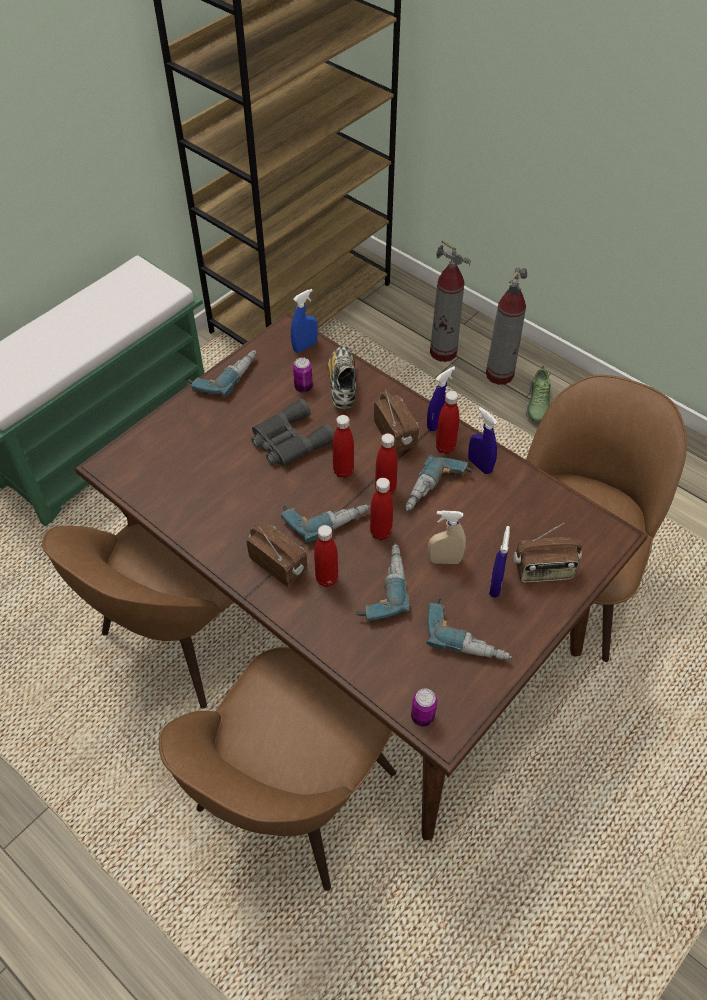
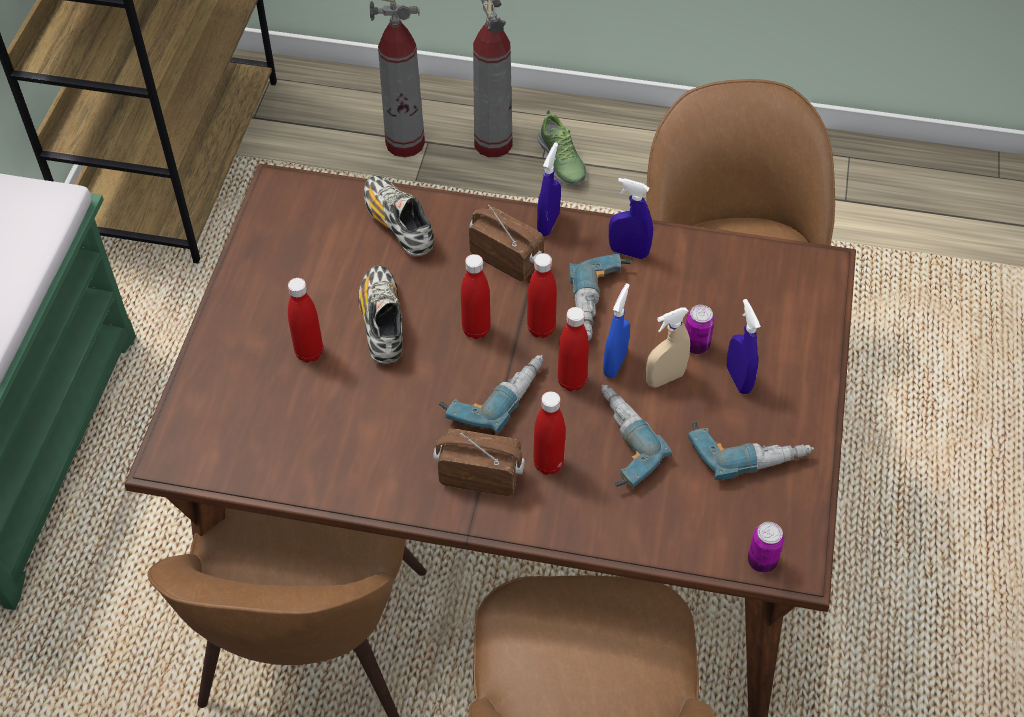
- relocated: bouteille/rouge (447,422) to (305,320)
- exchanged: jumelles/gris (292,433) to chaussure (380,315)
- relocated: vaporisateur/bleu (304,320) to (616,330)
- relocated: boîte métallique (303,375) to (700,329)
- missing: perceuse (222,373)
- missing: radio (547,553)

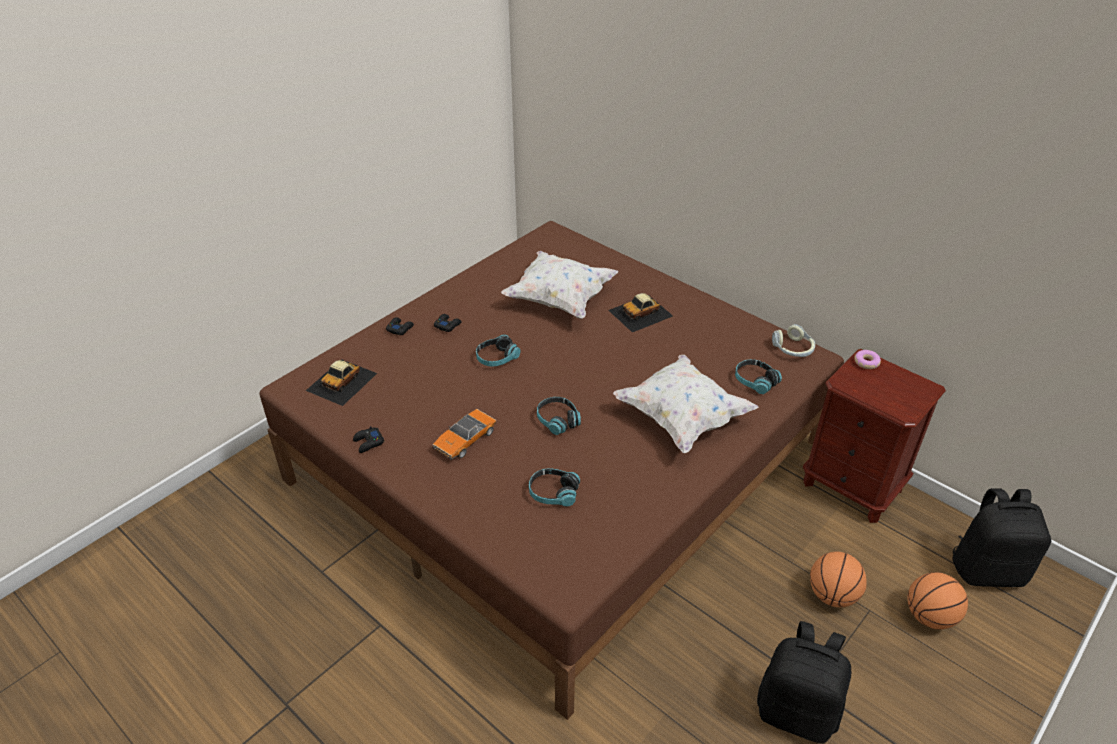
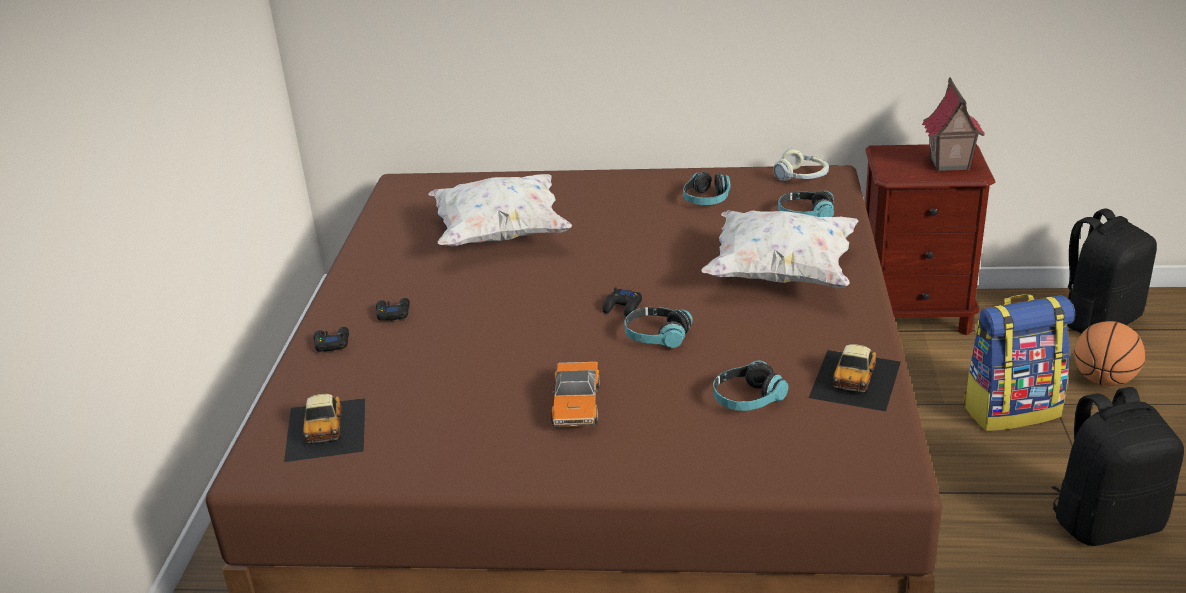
- relocated: manette/noir (368,439) to (622,302)
- relocated: casque audio (498,351) to (706,188)
- relocated: petite voiture (640,312) to (855,377)
- appeared: maison miniature (953,124)
- exchanged: ballon de basket (838,579) to sac à dos (1019,362)
- missing: beignet (867,359)

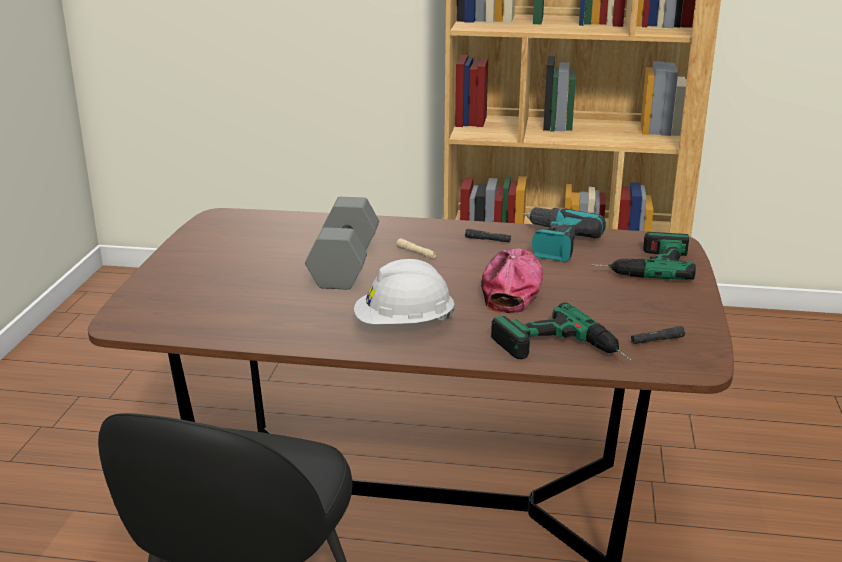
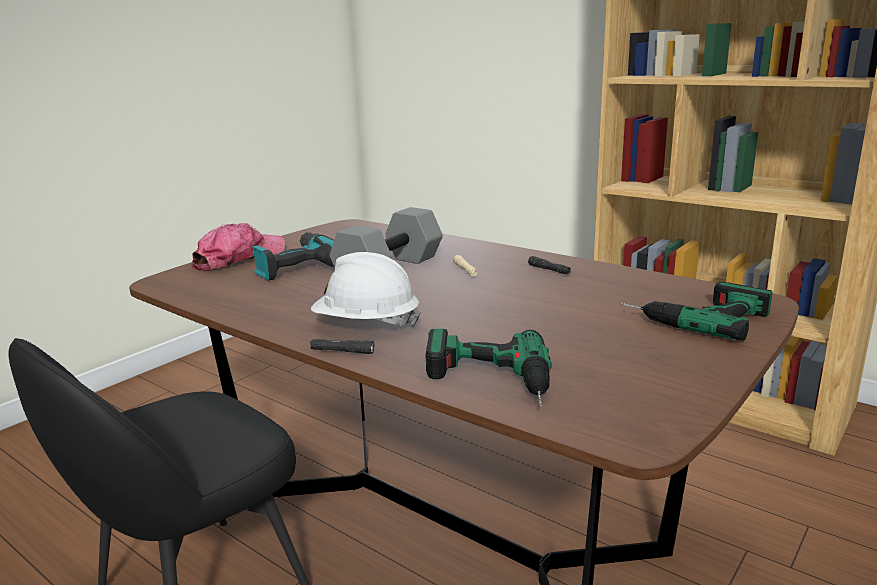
- relocated: casquette (512,280) to (238,247)
- relocated: perceuse (564,234) to (292,256)
- relocated: lampe de poche/noir (658,335) to (342,346)

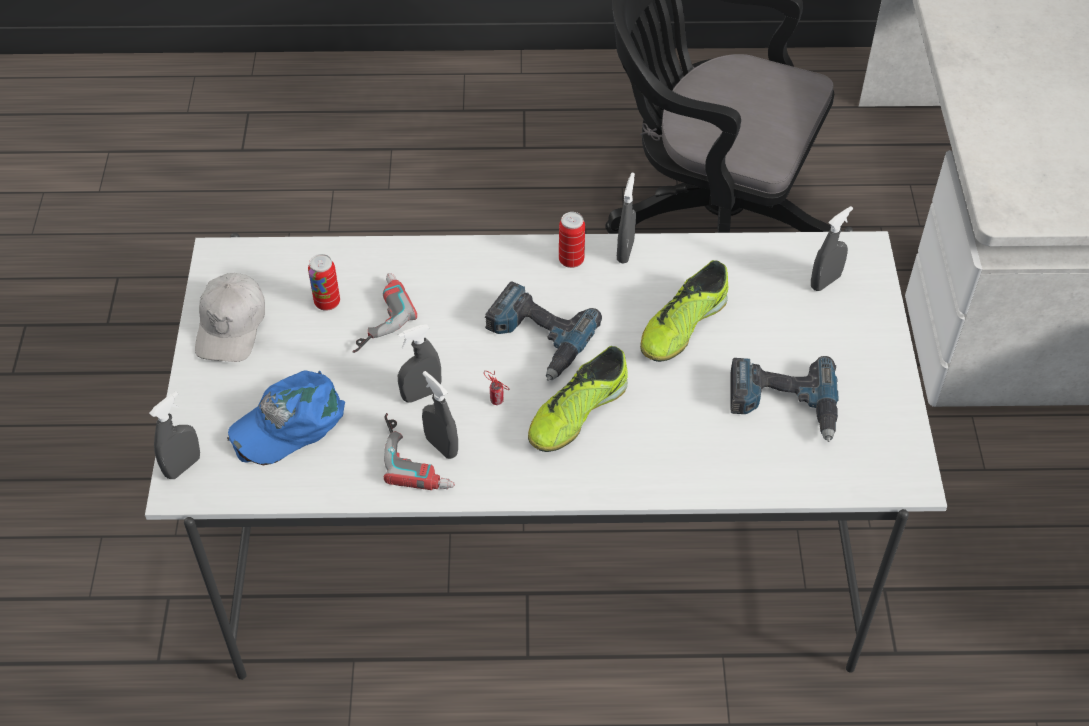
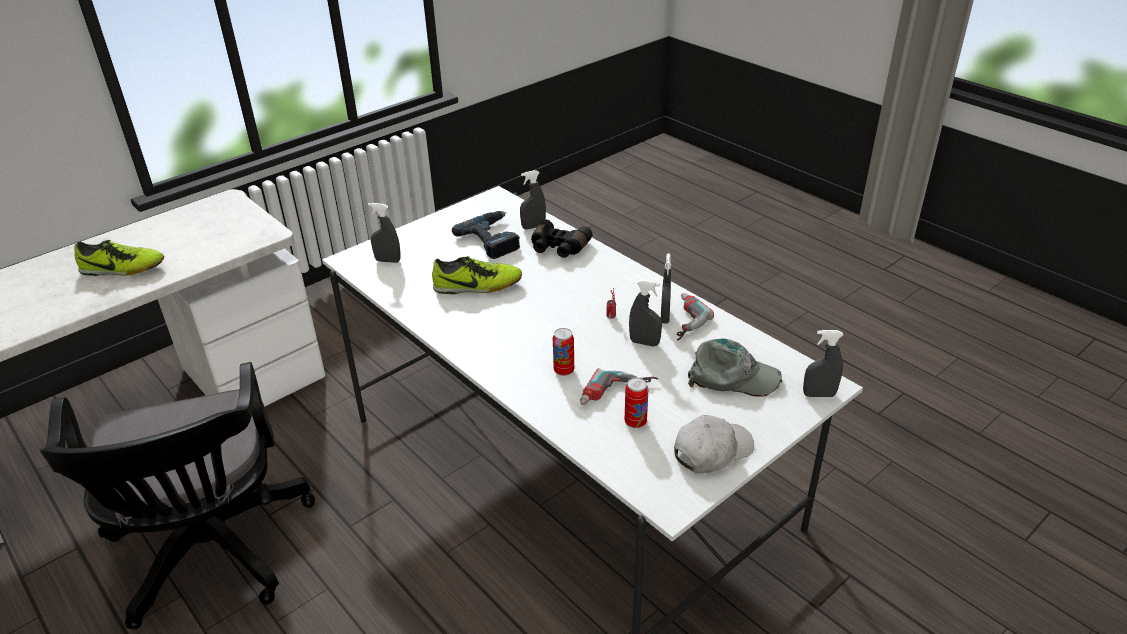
- relocated: chaussure (578,399) to (119,258)
- relocated: vaporisateur/gris (626,218) to (533,200)
- appeared: jumelles/noir (562,238)
- relocated: boîte métallique (572,240) to (563,352)
- colour: casquette/bleu (286,417) to casquette/gris (735,368)
- missing: perceuse (543,331)

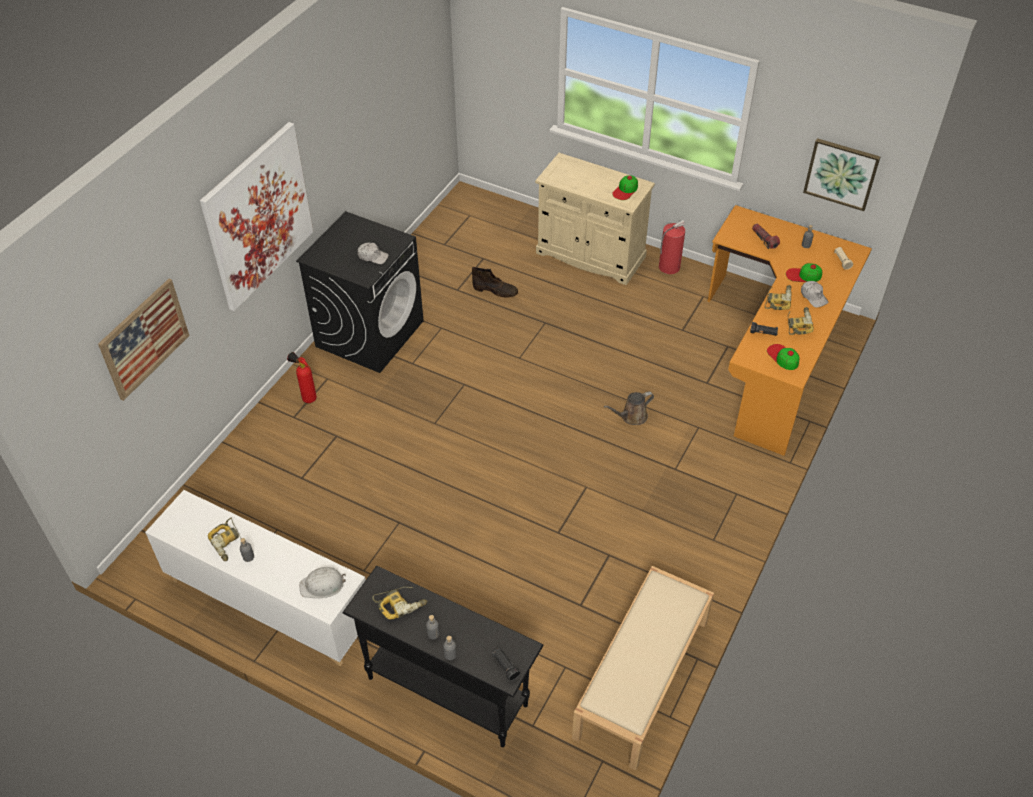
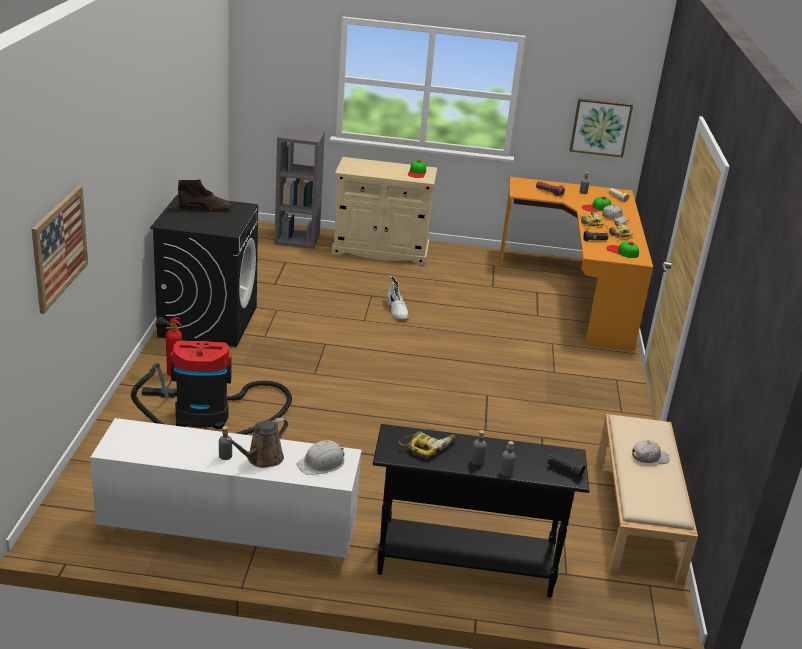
- appeared: aspirateur (211,388)
- relocated: botte/marron (495,282) to (205,195)
- relocated: arrosoir/marron (629,408) to (256,443)
- appeared: bibliothèque/gris (300,188)
- appeared: botte/blanc (398,297)
- relocated: casquette/blanc (372,253) to (651,452)
- missing: tableau (256,216)
- missing: perceuse (224,539)
- missing: extincteur (672,247)

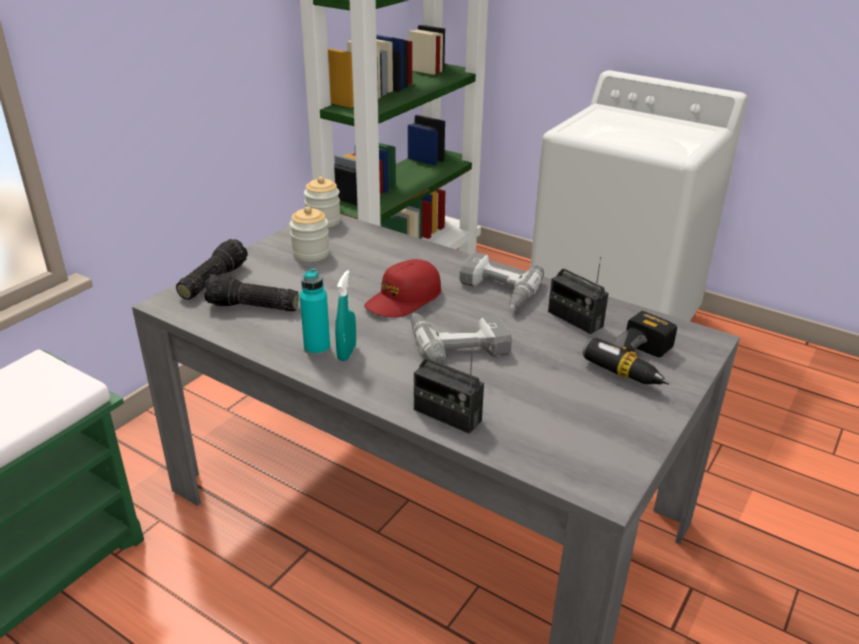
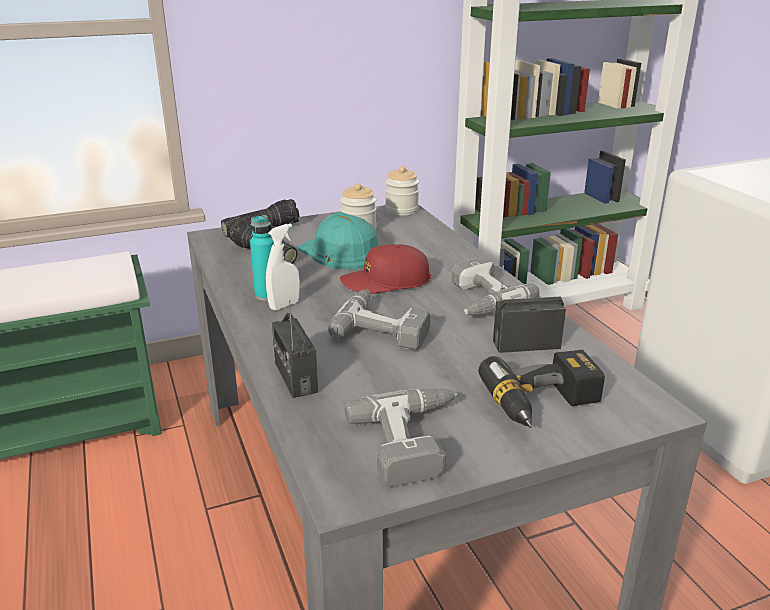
- colour: vaporisateur/turquoise (345,315) to vaporisateur/blanc (283,266)
- appeared: casque de chantier/turquoise (338,240)
- appeared: perceuse (401,438)
- spun: radio (578,295) = (529,304) 90 degrees clockwise

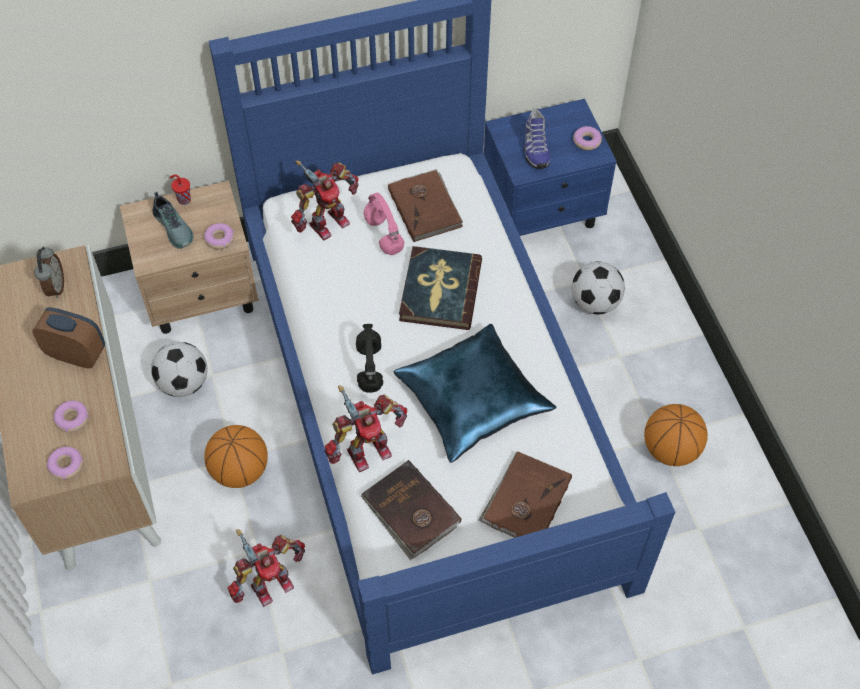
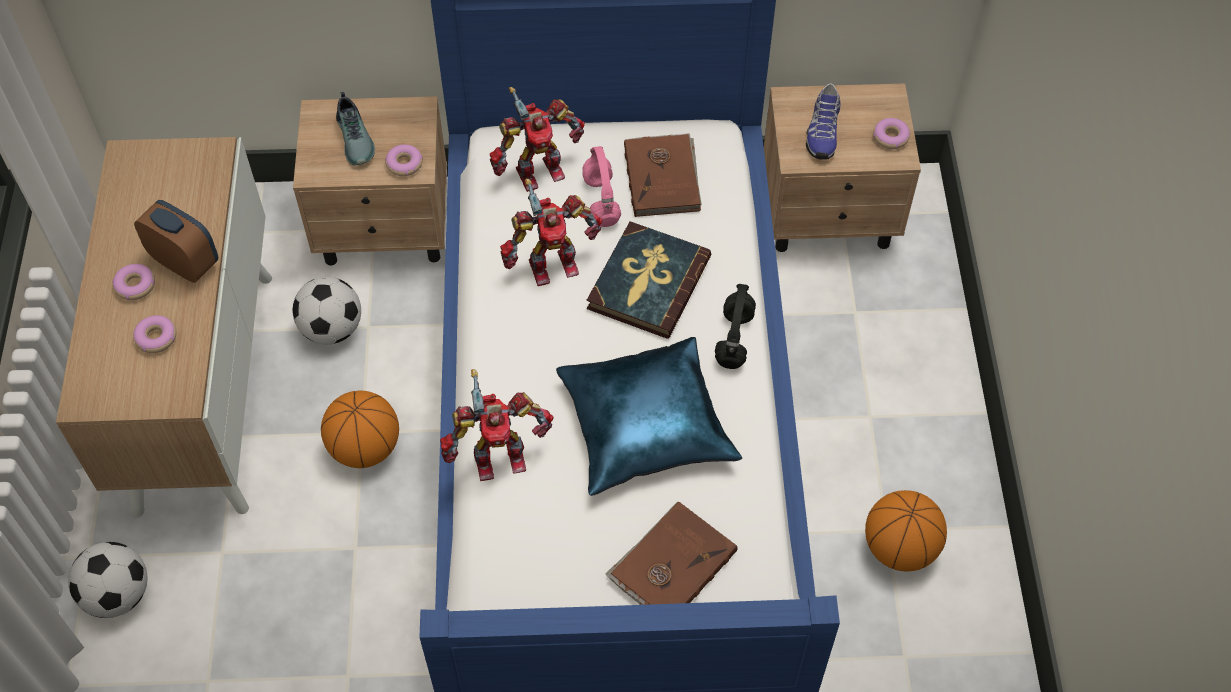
- relocated: ballon de foot (598,288) to (107,580)
- relocated: beignet (65,463) to (133,282)
- relocated: robot jouet (266,568) to (551,232)
- relocated: casque audio/noir (369,358) to (735,326)
- colour: table de chevet/bleu (550,167) to table de chevet/beige (842,167)
- missing: réveil (49,272)
- missing: tasse/rouge (180,190)
- missing: livre/marron (411,510)

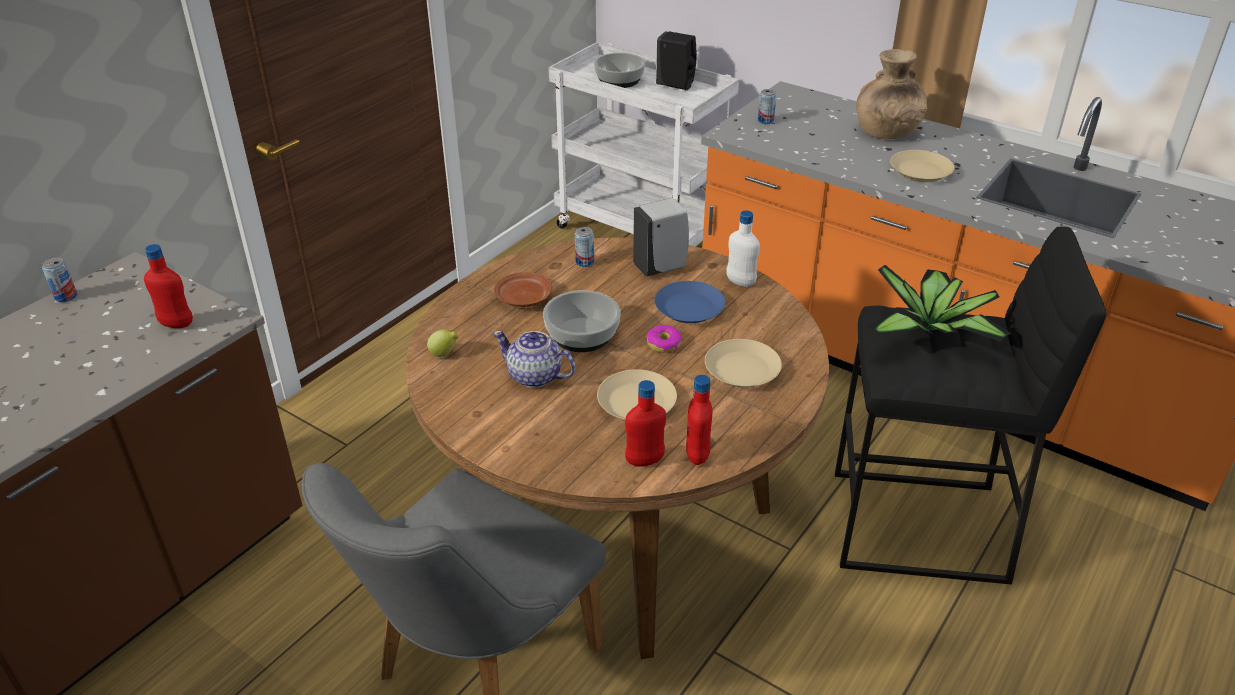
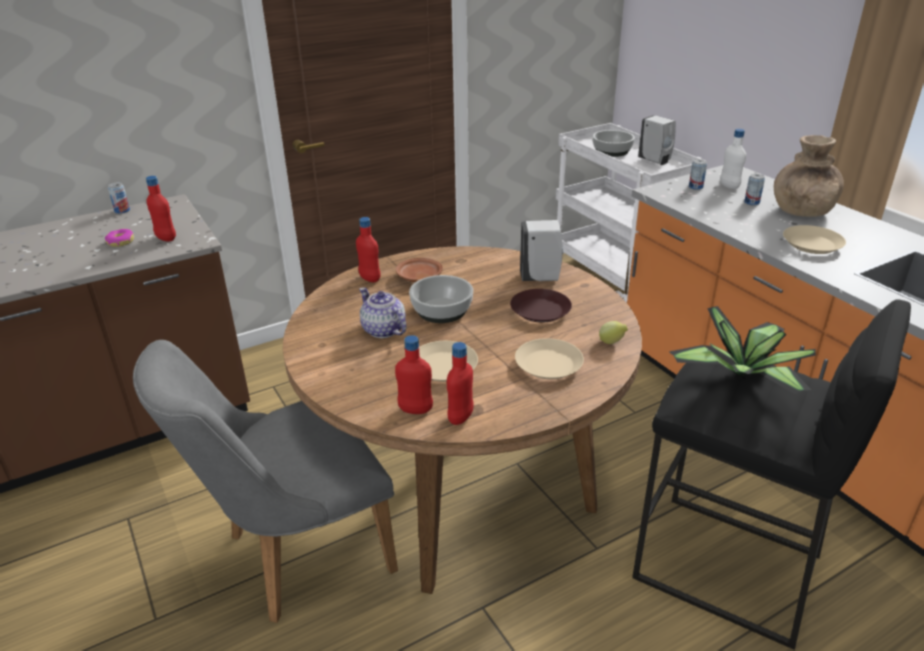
- relocated: beignet (664,339) to (119,238)
- appeared: bouteille/rouge (368,249)
- colour: assiette/bleu (689,302) to assiette/marron (541,306)
- relocated: citron (442,343) to (613,332)
- colour: distributeur de savon/noir (676,61) to distributeur de savon/blanc (657,140)
- relocated: bouteille/blanc (743,249) to (733,159)
- relocated: boîte métallique (584,247) to (754,189)

